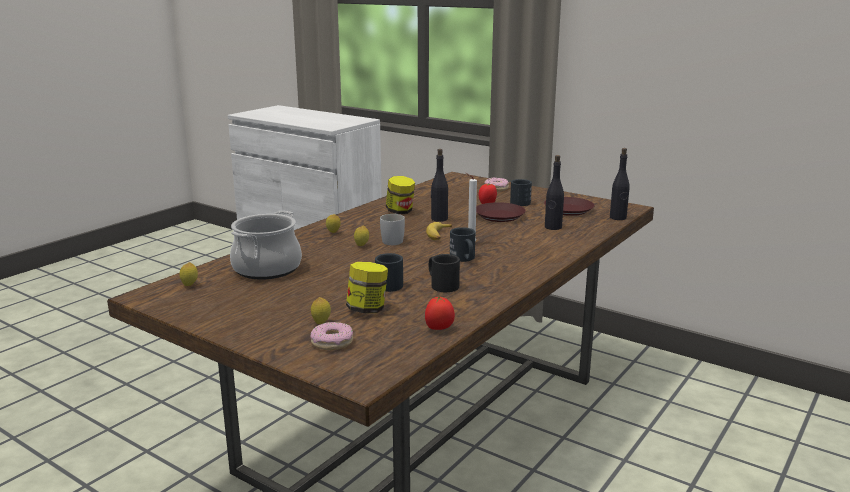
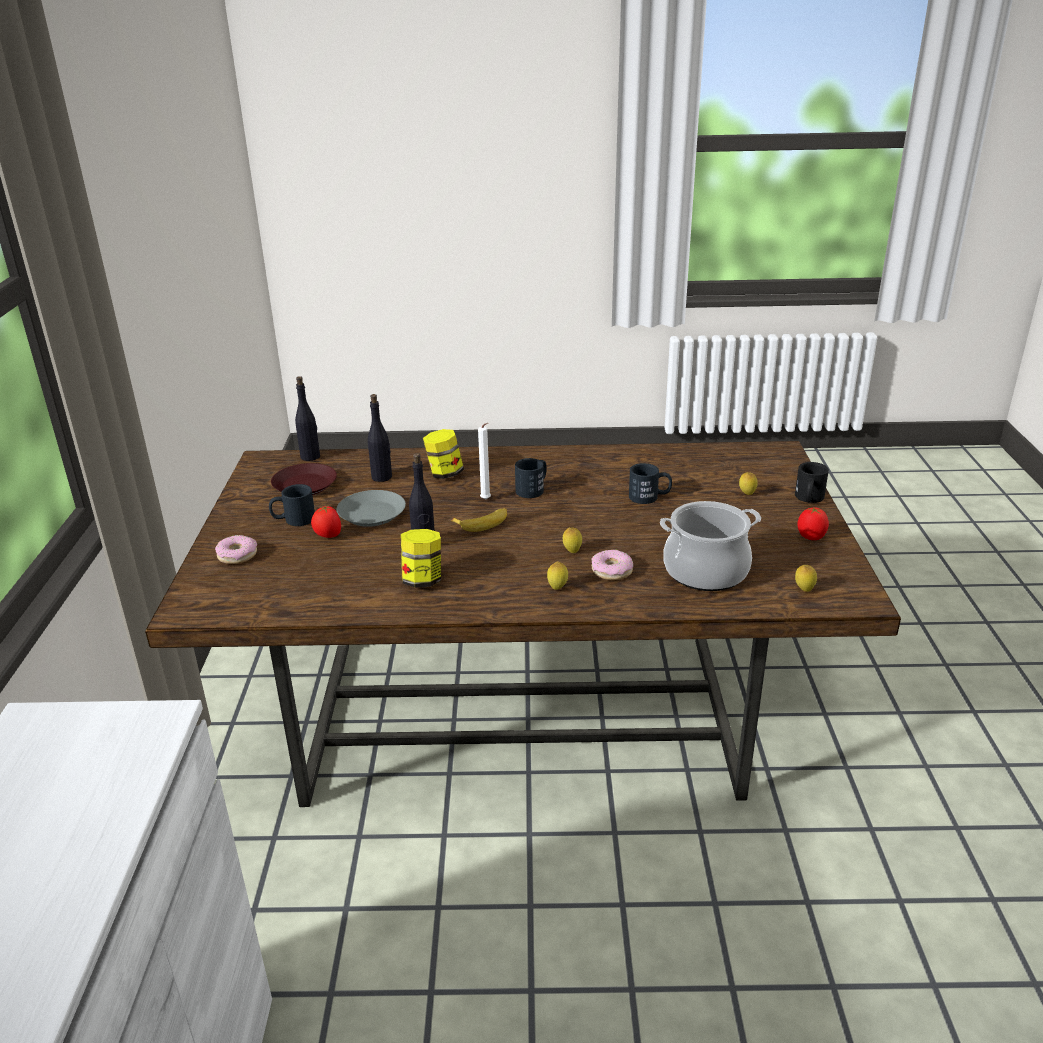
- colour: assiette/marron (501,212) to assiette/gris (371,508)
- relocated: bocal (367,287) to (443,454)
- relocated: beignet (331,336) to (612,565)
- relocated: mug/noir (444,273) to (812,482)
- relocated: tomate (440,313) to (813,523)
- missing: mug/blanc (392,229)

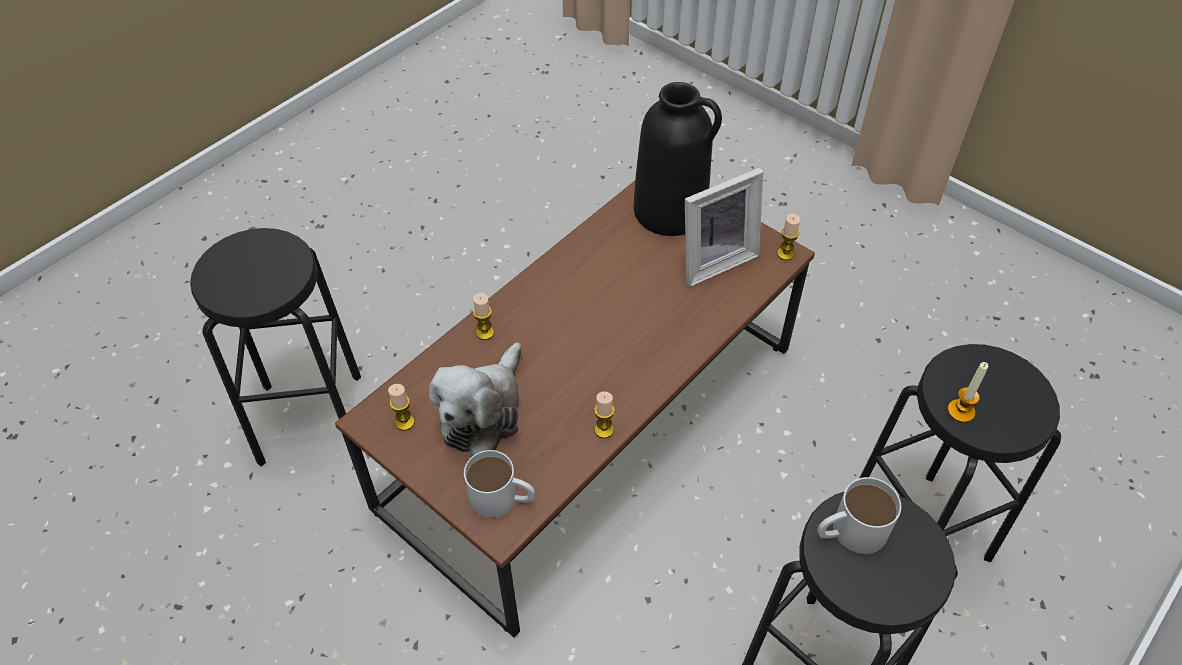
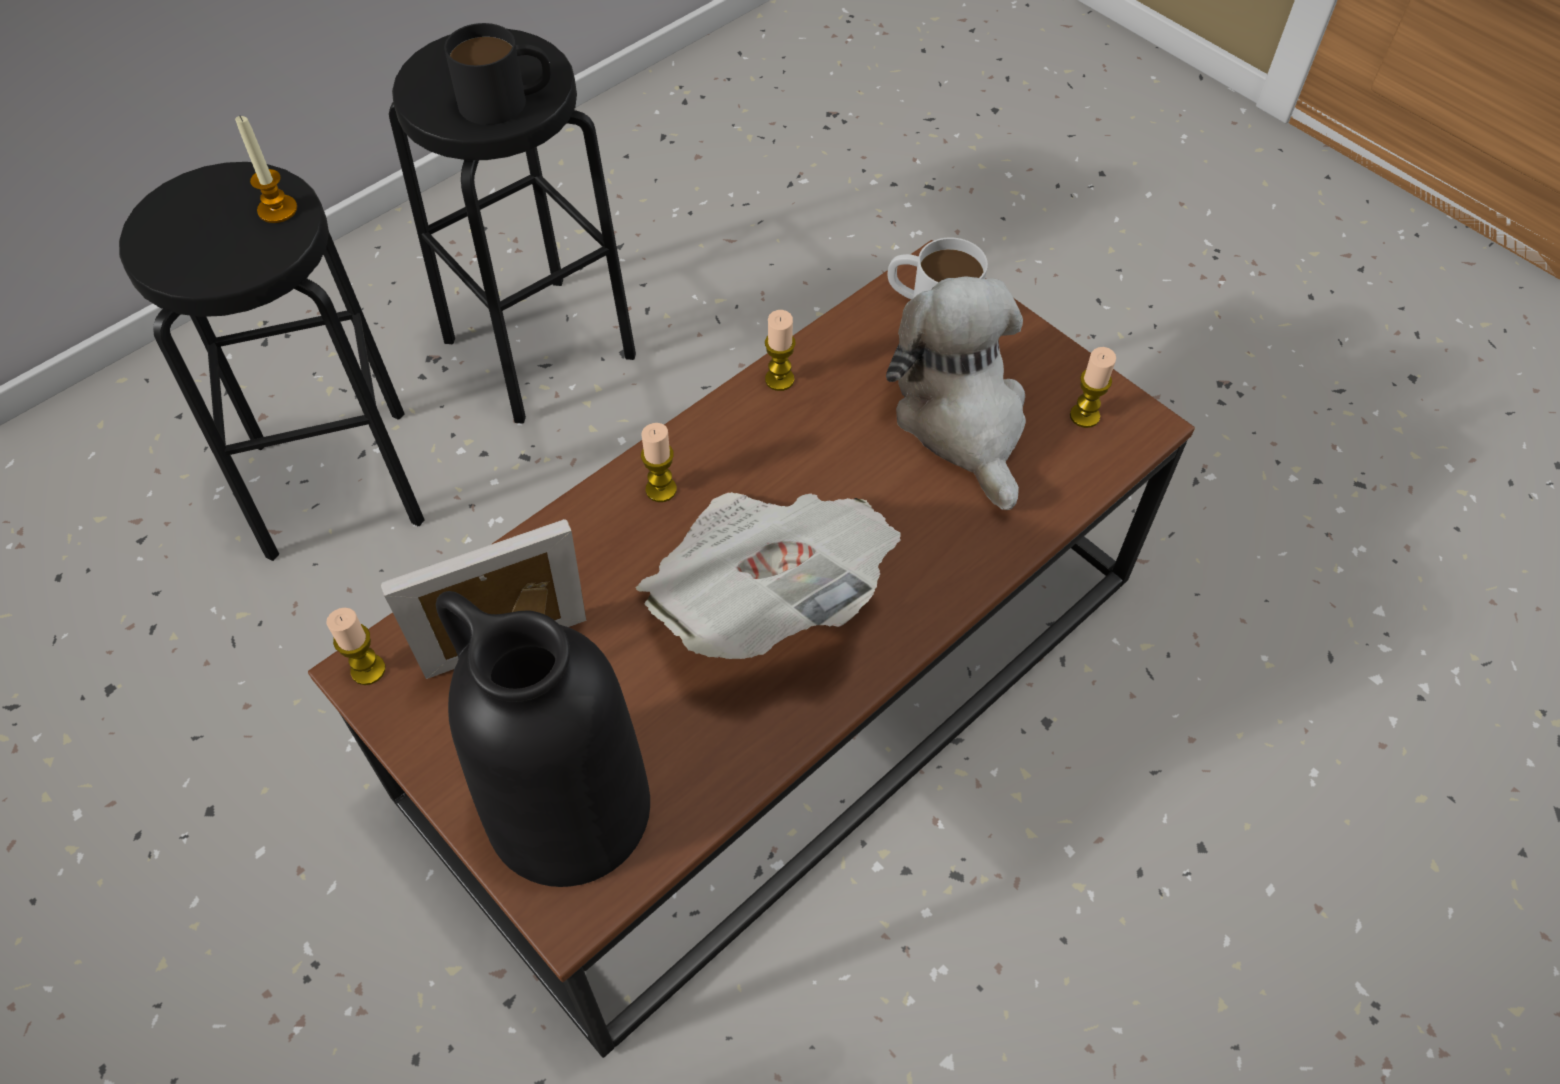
- colour: mug/blanc (859,515) to mug/noir (497,74)
- appeared: journal (768,575)
- relocated: bougie (483,316) to (659,462)
- spun: peluche (475,398) = (956,393) 45 degrees counterclockwise
- missing: tabouret/noir (275,347)

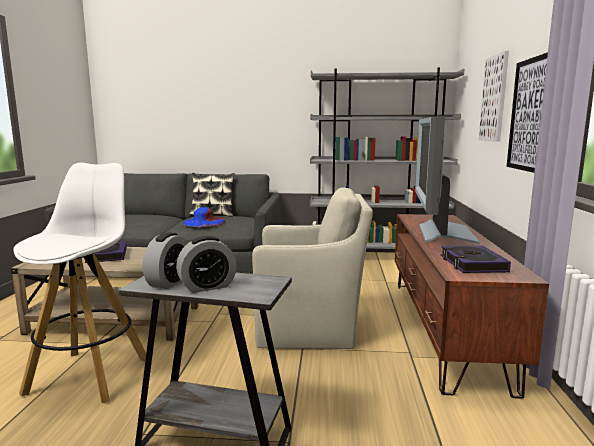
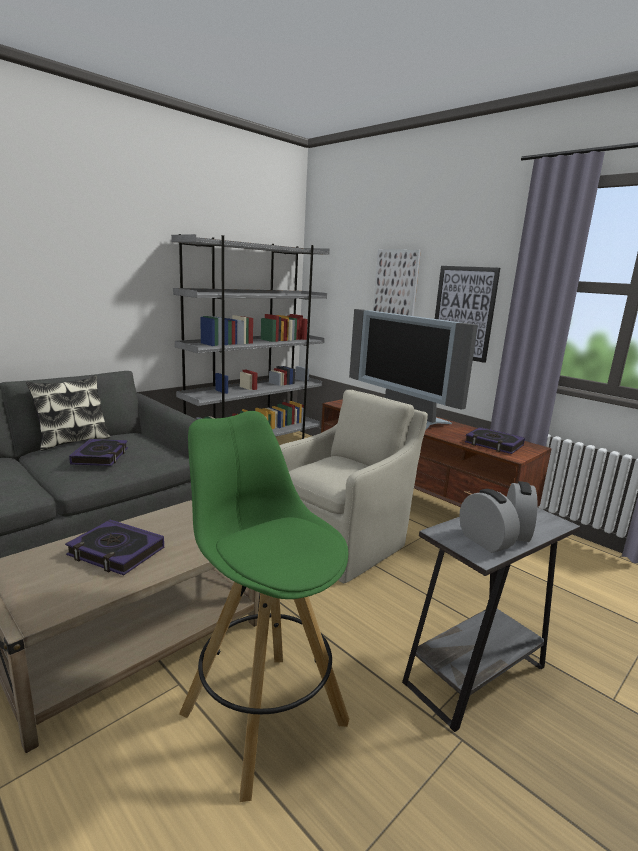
- exchanged: chapeau/bleu (204,217) to livre (98,452)
- colour: tabouret/blanc (79,283) to tabouret/vert (264,606)

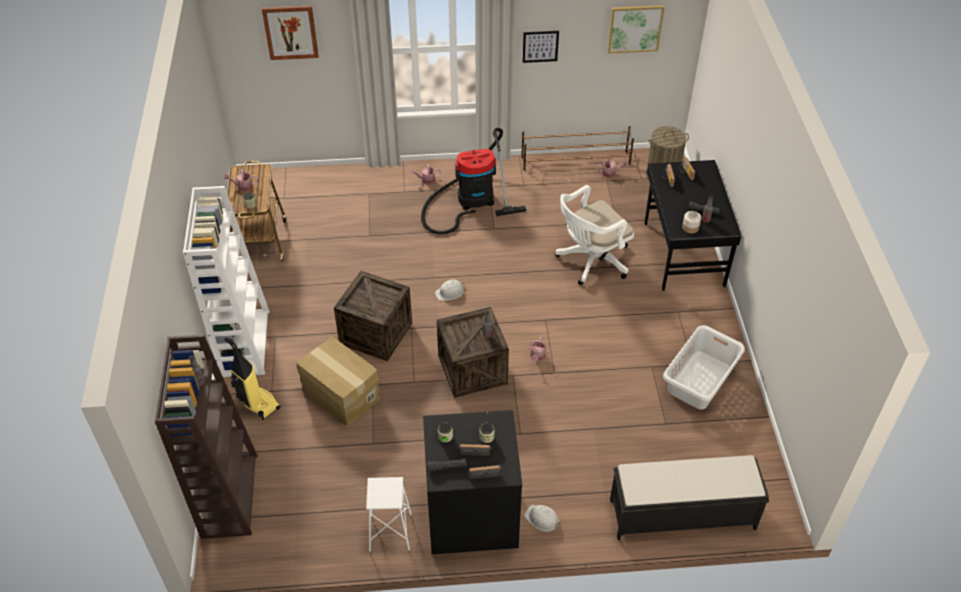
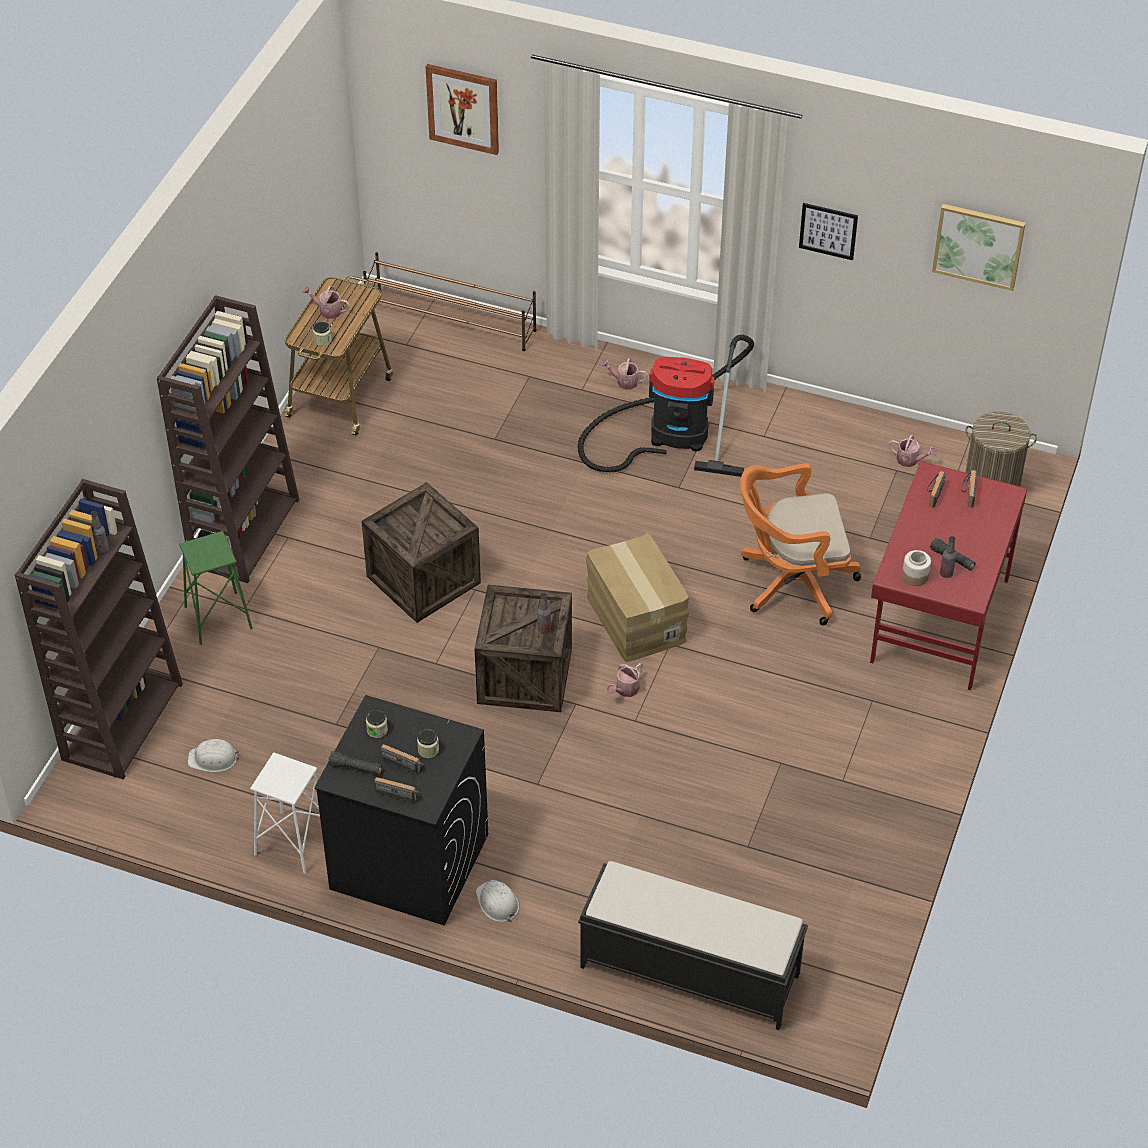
- colour: bibliothèque/blanc (226,281) to bibliothèque/marron (228,439)
- exchanged: aspirateur (252,378) to tabouret/vert (216,588)
- relocated: casque de chantier/blanc (450,290) to (214,755)
- relocated: étagère à chaussures/marron (577,148) to (450,301)
- relocated: carton (338,381) to (637,597)
- colour: chaise de bureau/blanc (594,235) to chaise de bureau/orange (800,544)
- colour: bureau/noir (692,225) to bureau/rouge (948,575)
- missing: panier à linge/gris (704,367)

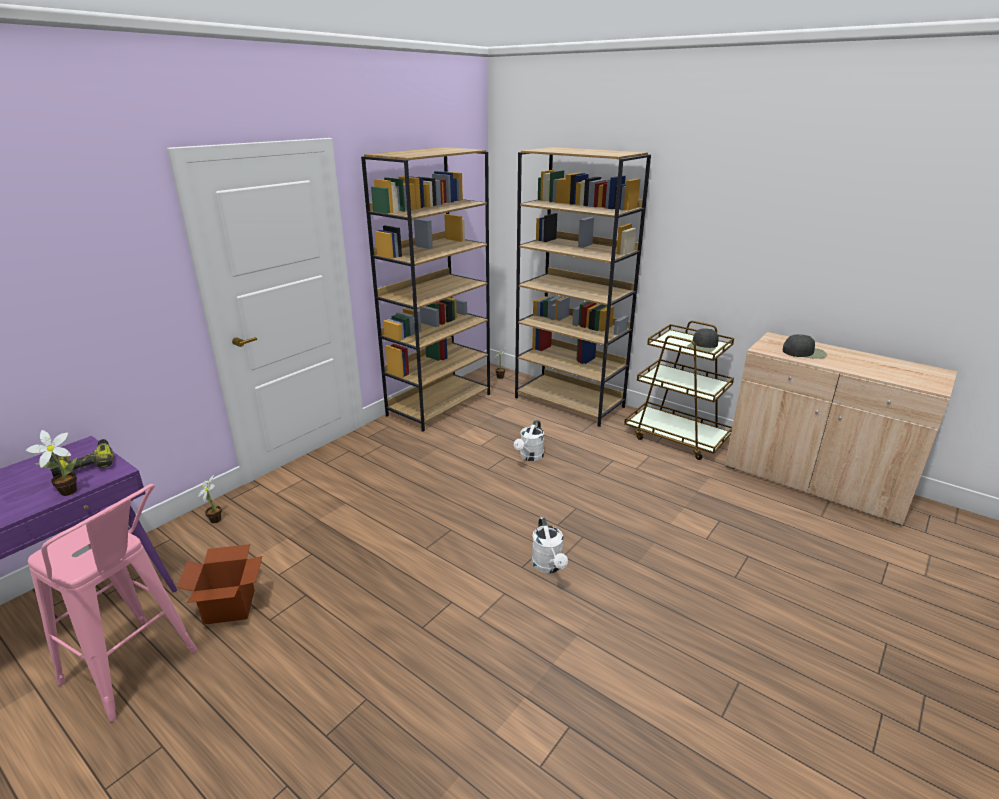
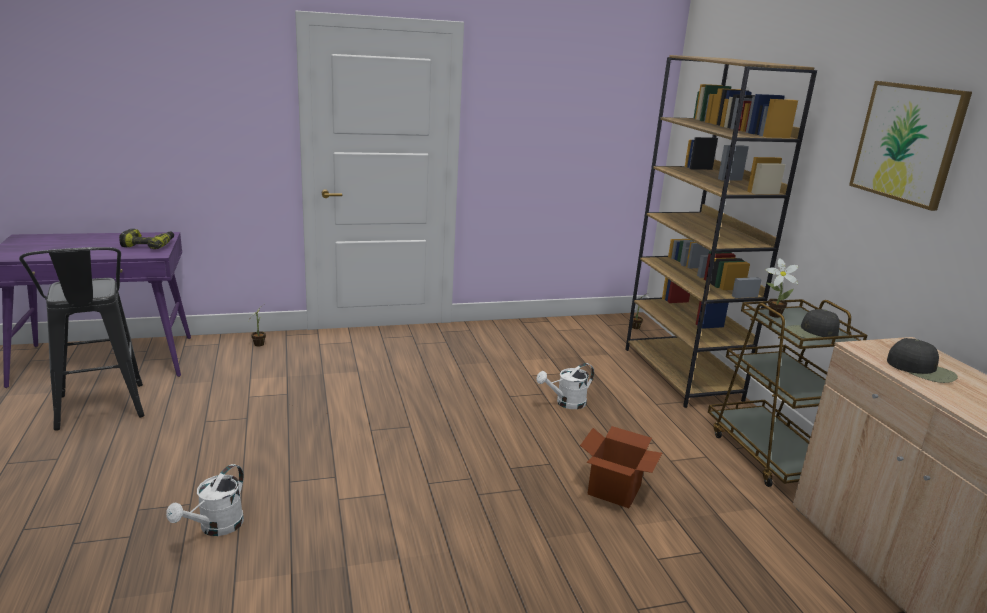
- colour: tabouret/rose (113,603) to tabouret/noir (81,339)
- relocated: arrosoir/blanc (550,545) to (205,500)
- relocated: carton (219,584) to (621,467)
- relocated: plante en pot (51,463) to (781,288)
- appeared: tableau (910,146)
- missing: bibliothèque/marron (425,289)

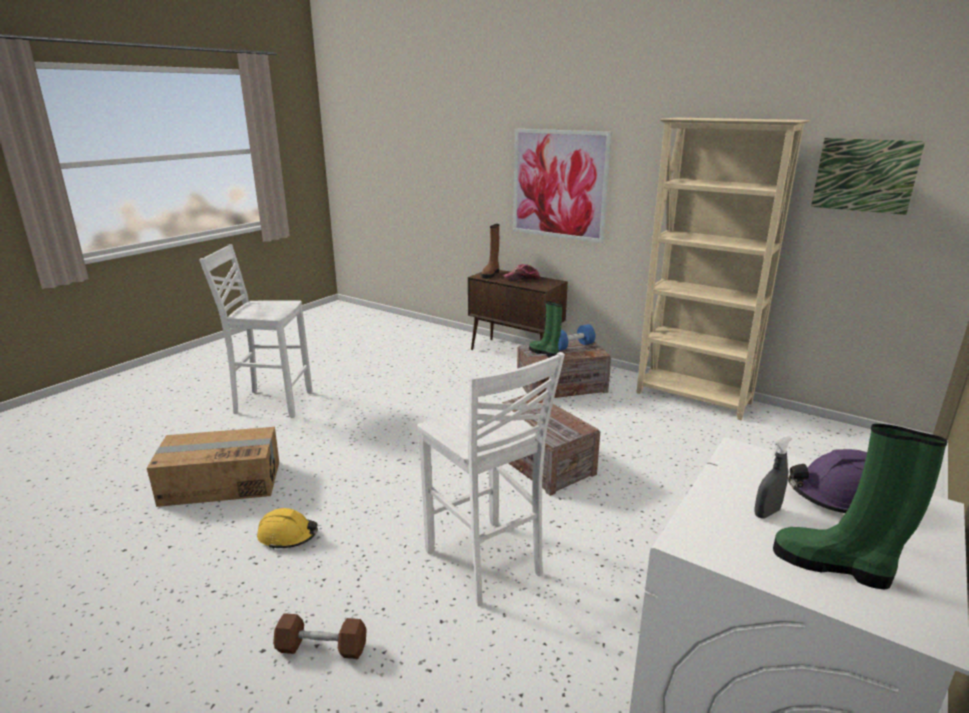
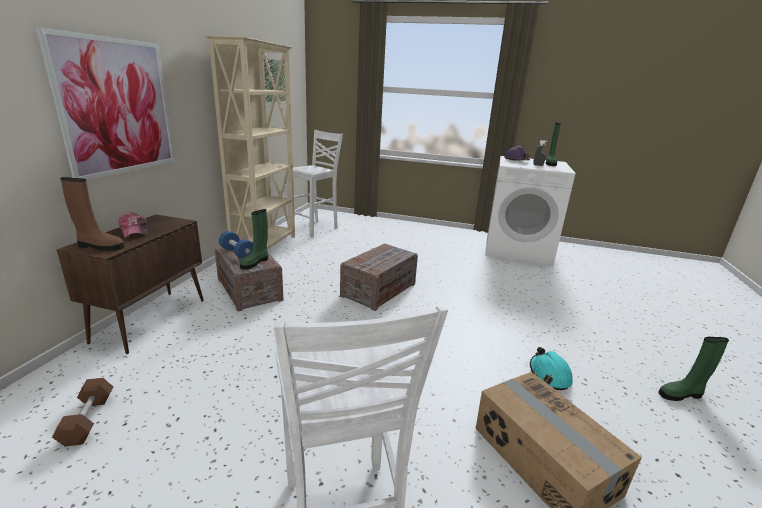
- relocated: haltère/marron (320,636) to (82,412)
- relocated: tabouret/blanc (491,479) to (314,183)
- colour: casque de chantier/jaune (287,529) to casque de chantier/turquoise (551,368)
- appeared: botte/vert (694,369)

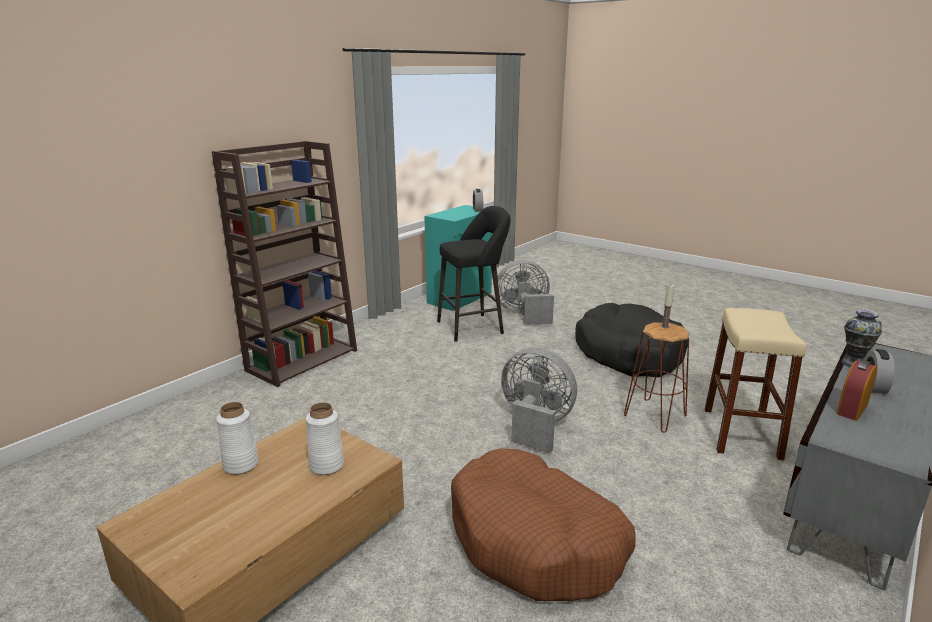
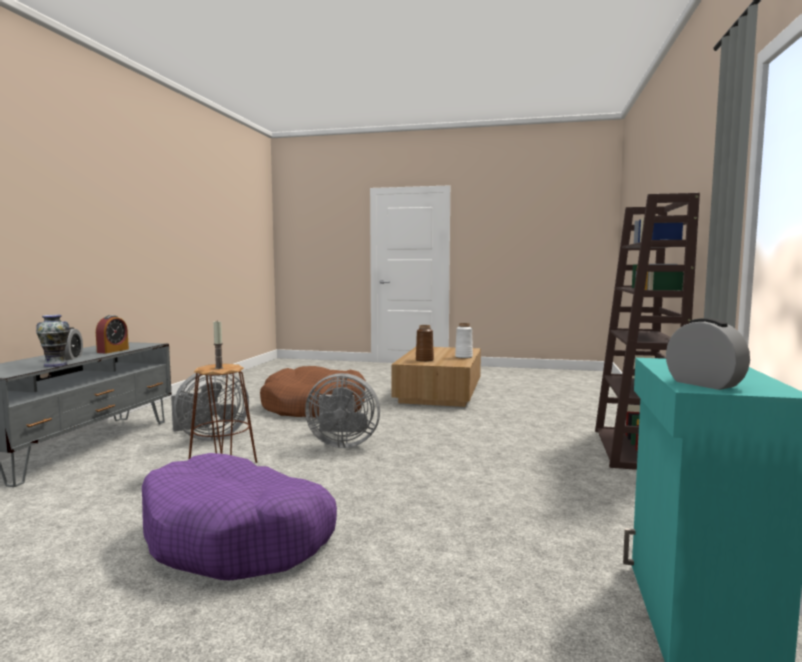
- colour: panier pour chien/noir (631,340) to panier pour chien/violet (239,516)
- relocated: ventilateur/gris (526,292) to (210,407)
- colour: vase/blanc (325,438) to vase/marron (425,343)
- missing: tabouret/noir (473,274)
- missing: tabouret/beige (755,384)

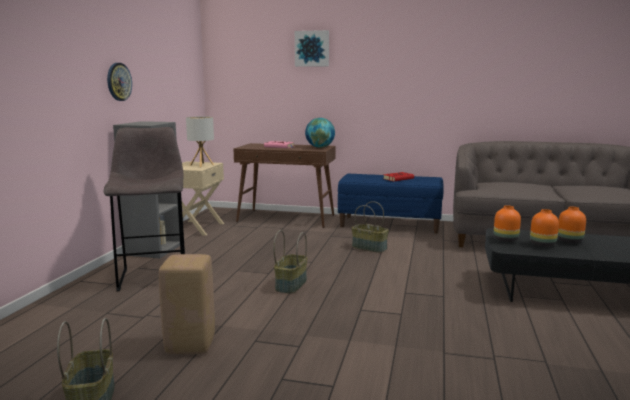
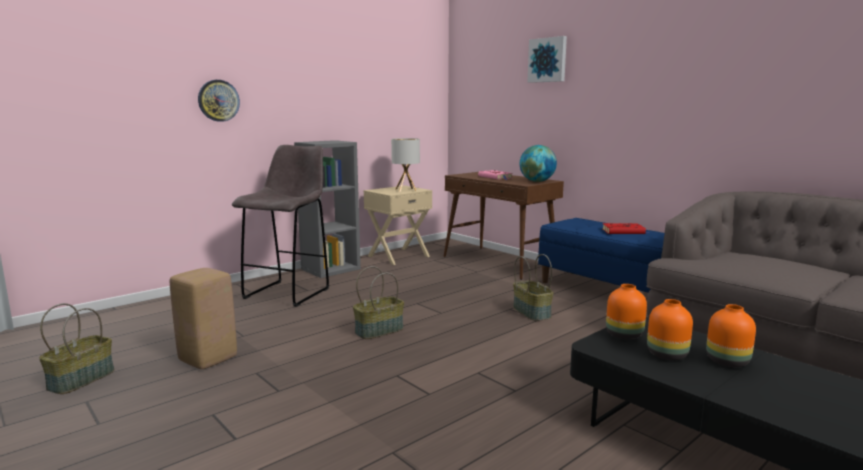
- relocated: horloge murale (119,82) to (219,101)

